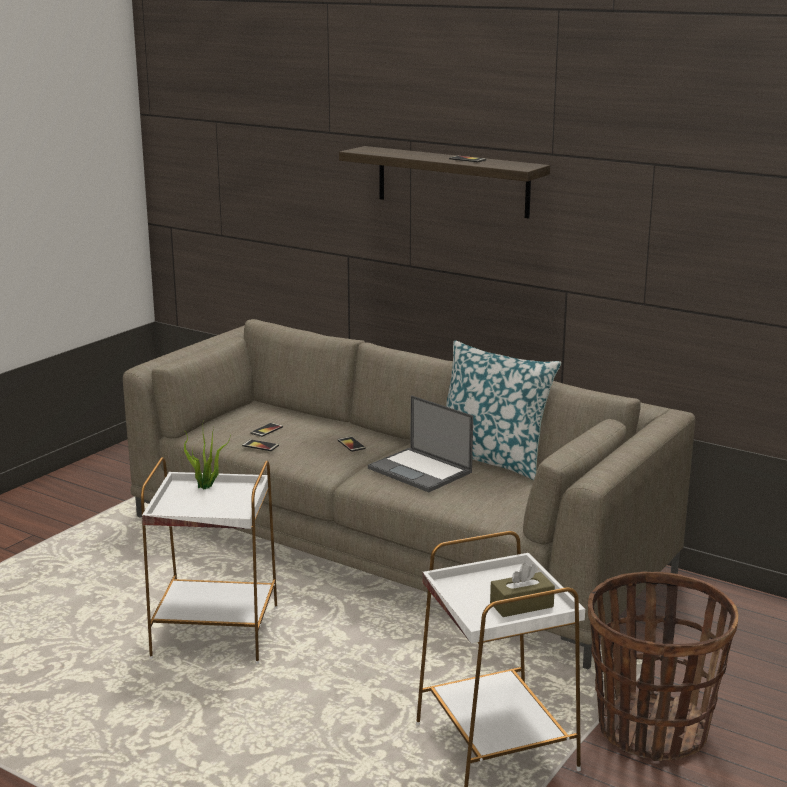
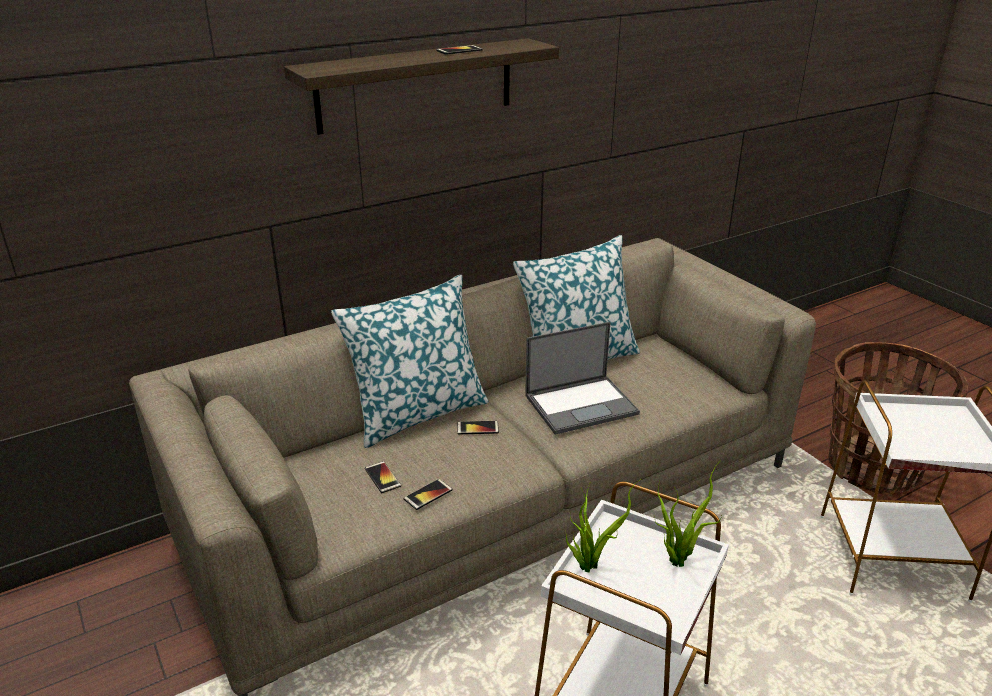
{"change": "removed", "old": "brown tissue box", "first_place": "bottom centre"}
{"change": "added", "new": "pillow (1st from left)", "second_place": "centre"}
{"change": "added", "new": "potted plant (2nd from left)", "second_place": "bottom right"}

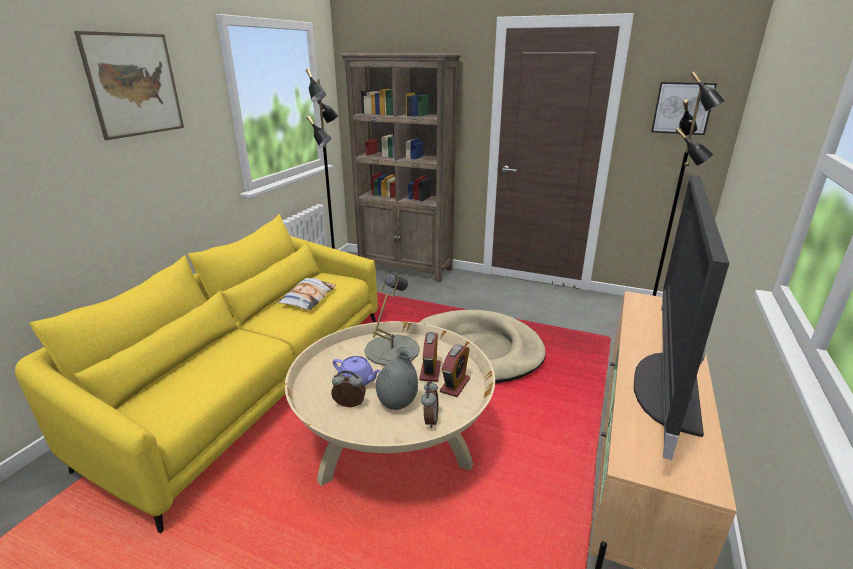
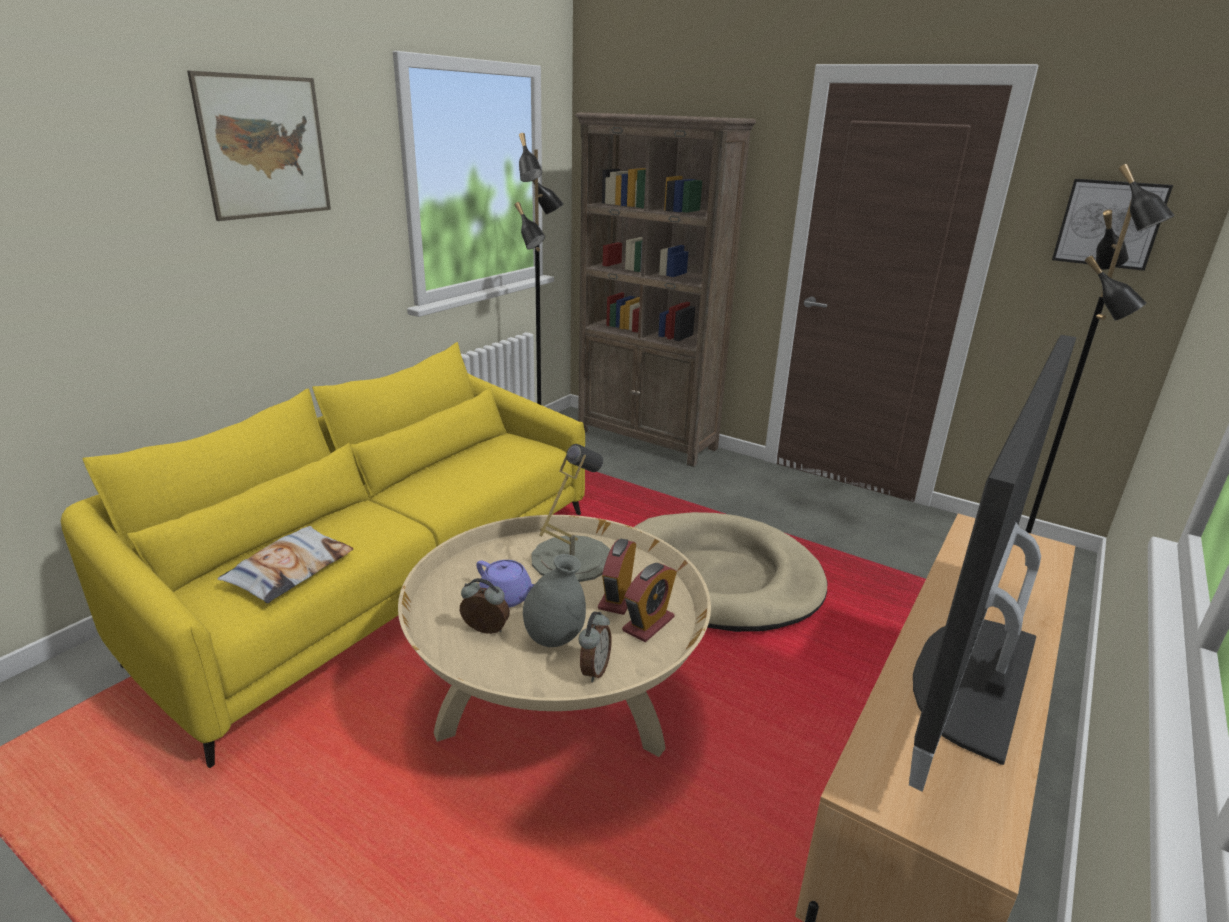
{"change": "moved", "old": "pillow", "first_place": "centre", "second_place": "middle left"}

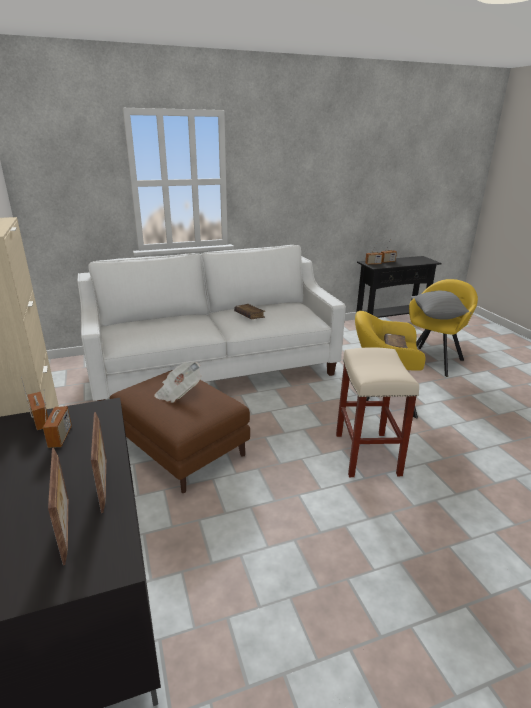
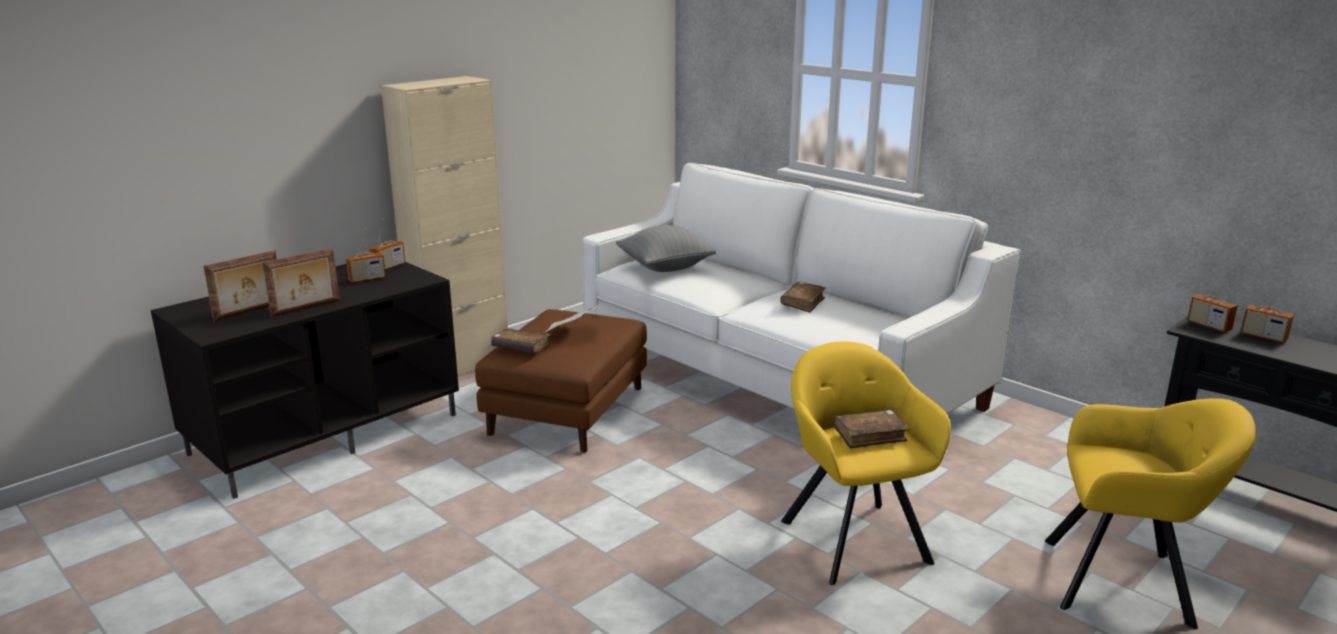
{"change": "removed", "old": "beige stool", "first_place": "middle right"}
{"change": "moved", "old": "grey pillow", "first_place": "middle right", "second_place": "centre"}
{"change": "added", "new": "brown book (1st from left)", "second_place": "centre"}

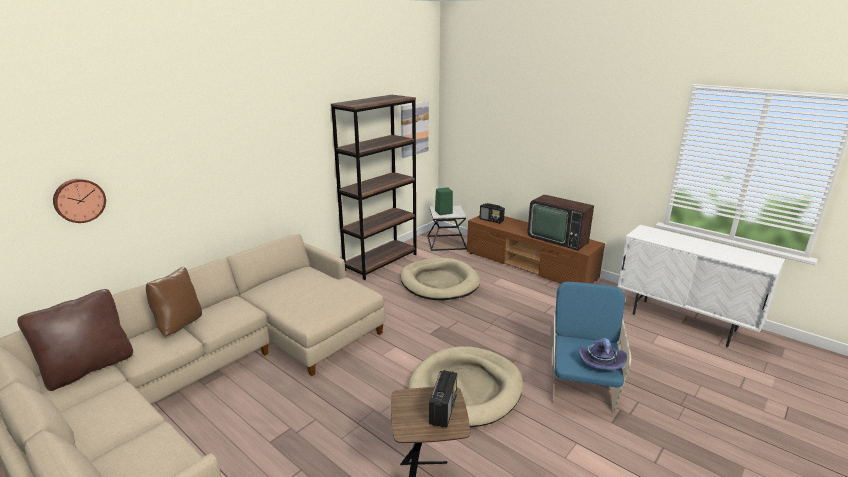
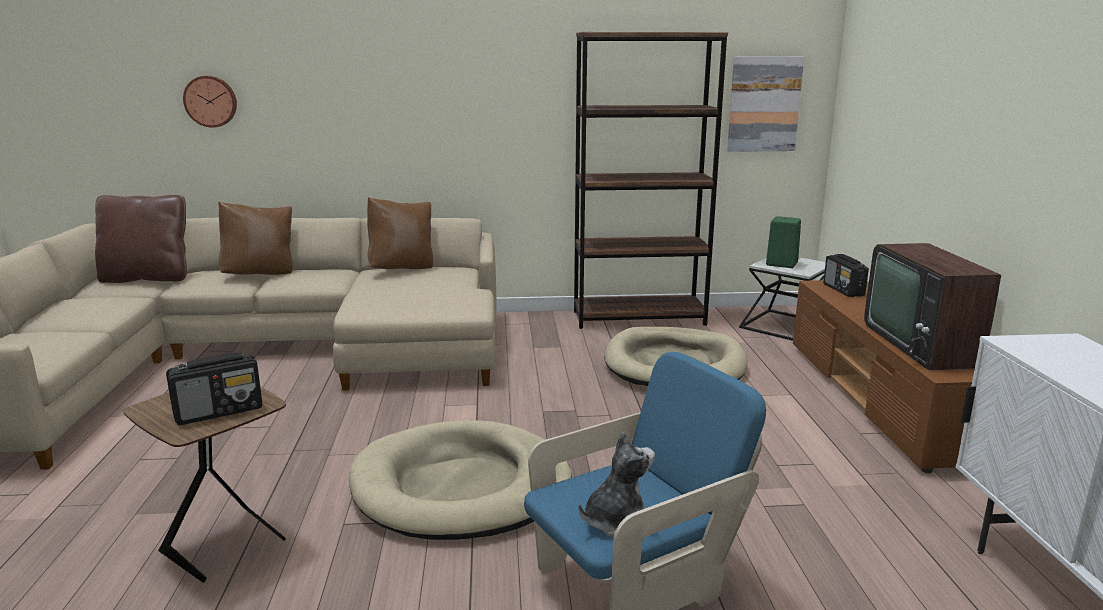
{"change": "replaced", "old": "purple hat", "new": "plush toy", "first_place": "bottom right", "second_place": "bottom centre"}
{"change": "added", "new": "brown pillow (3rd from left)", "second_place": "centre"}

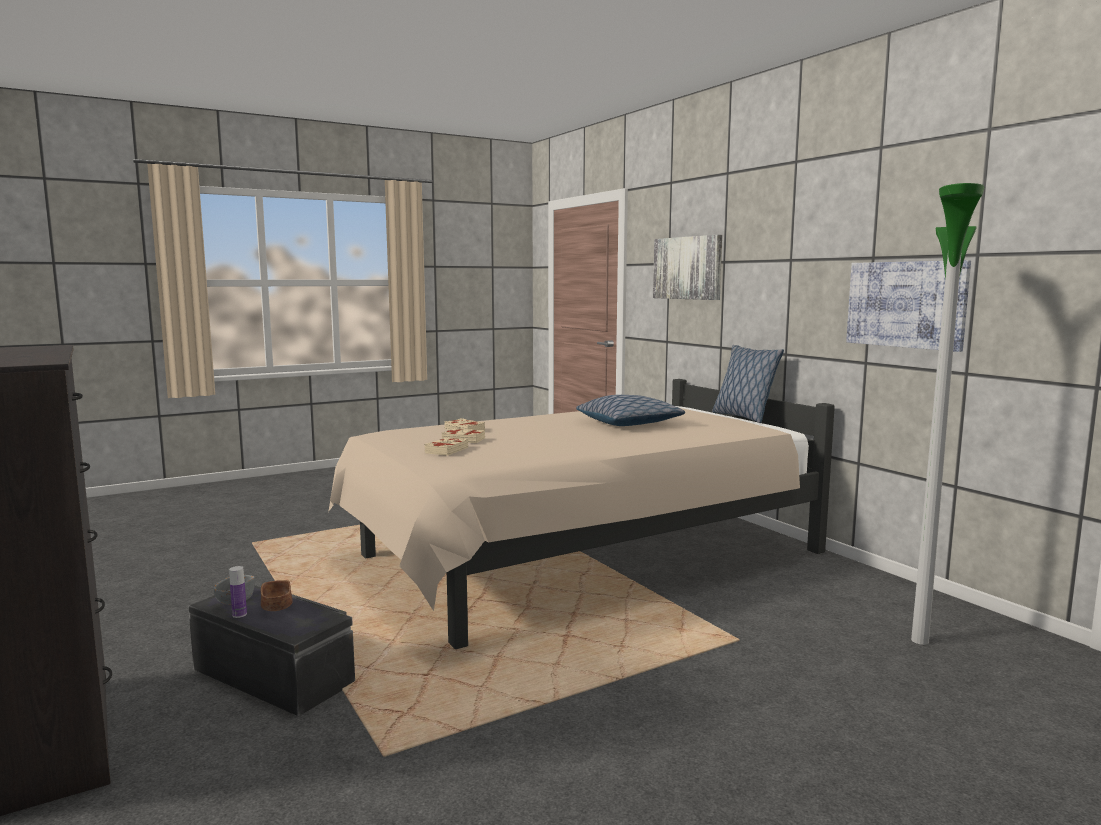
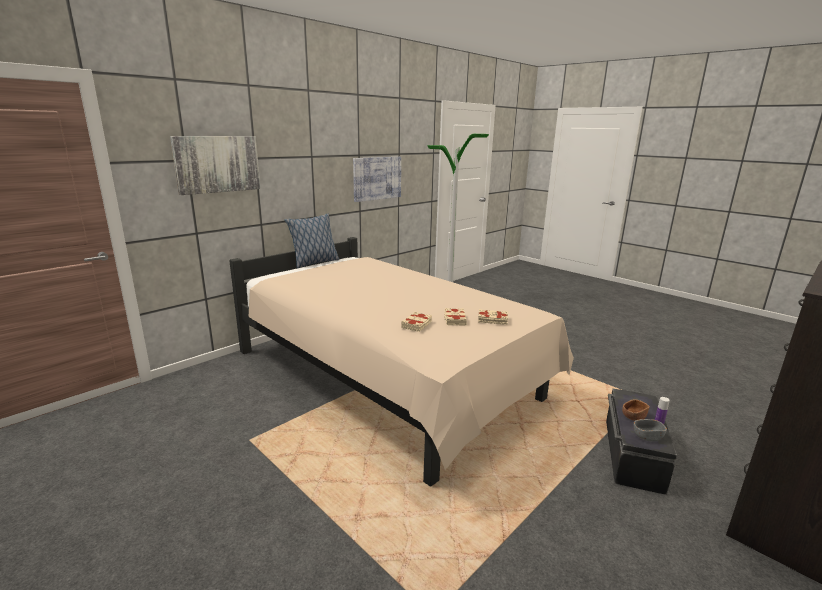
{"change": "removed", "old": "pillow (1st from left)", "first_place": "centre"}

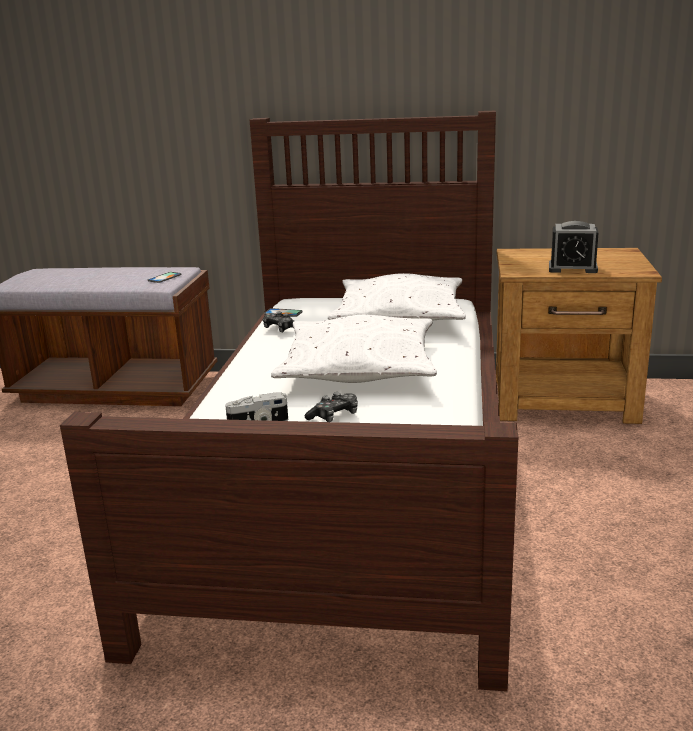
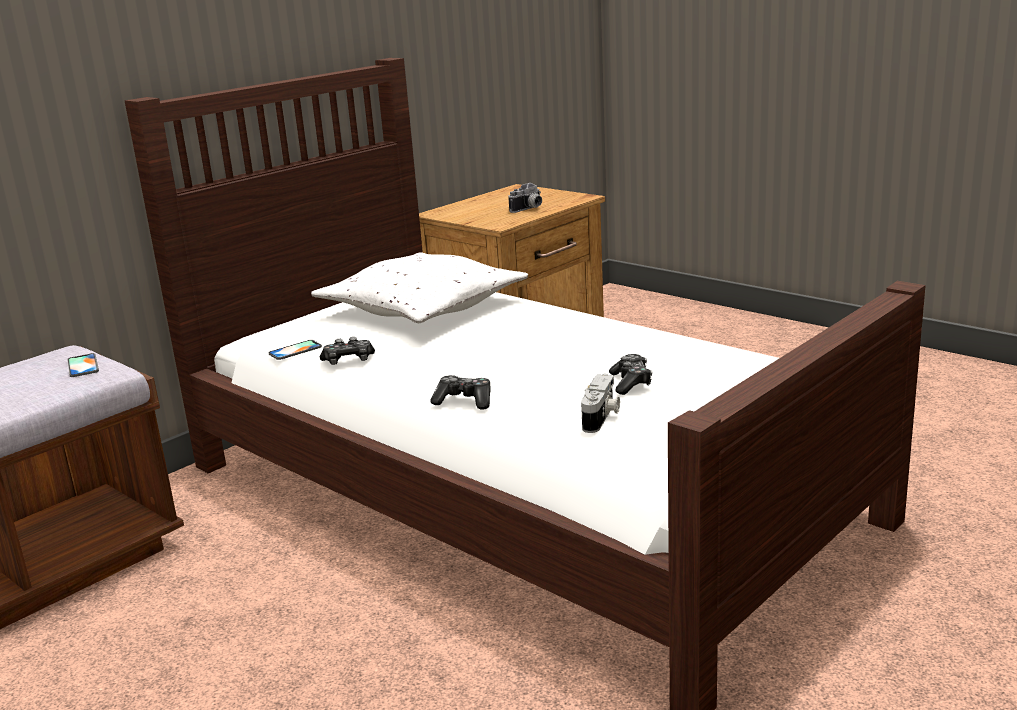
{"change": "removed", "old": "white pillow (1st from left)", "first_place": "centre"}
{"change": "replaced", "old": "alarm clock", "new": "photo camera (1st from left)", "first_place": "middle right", "second_place": "top centre"}
{"change": "added", "new": "game controller (2nd from left)", "second_place": "centre"}

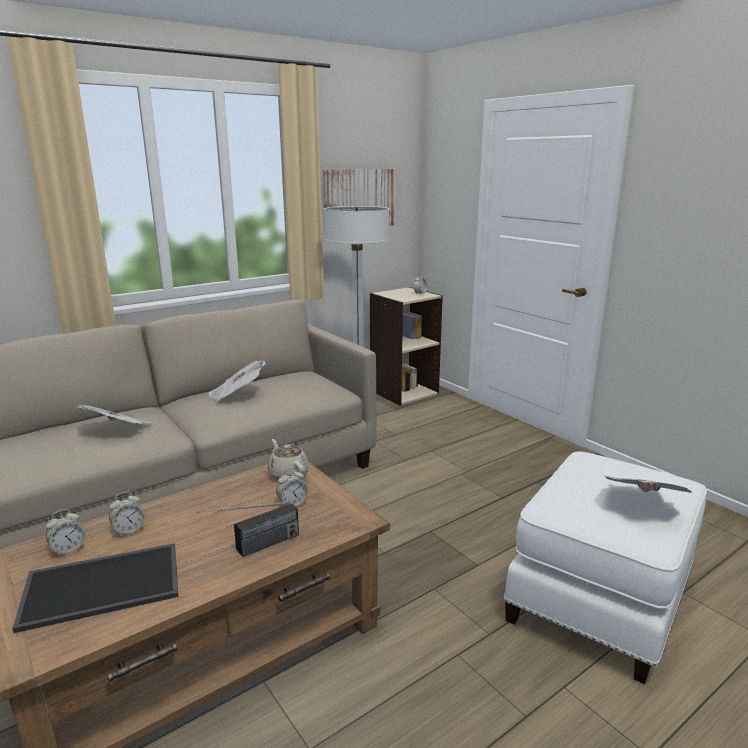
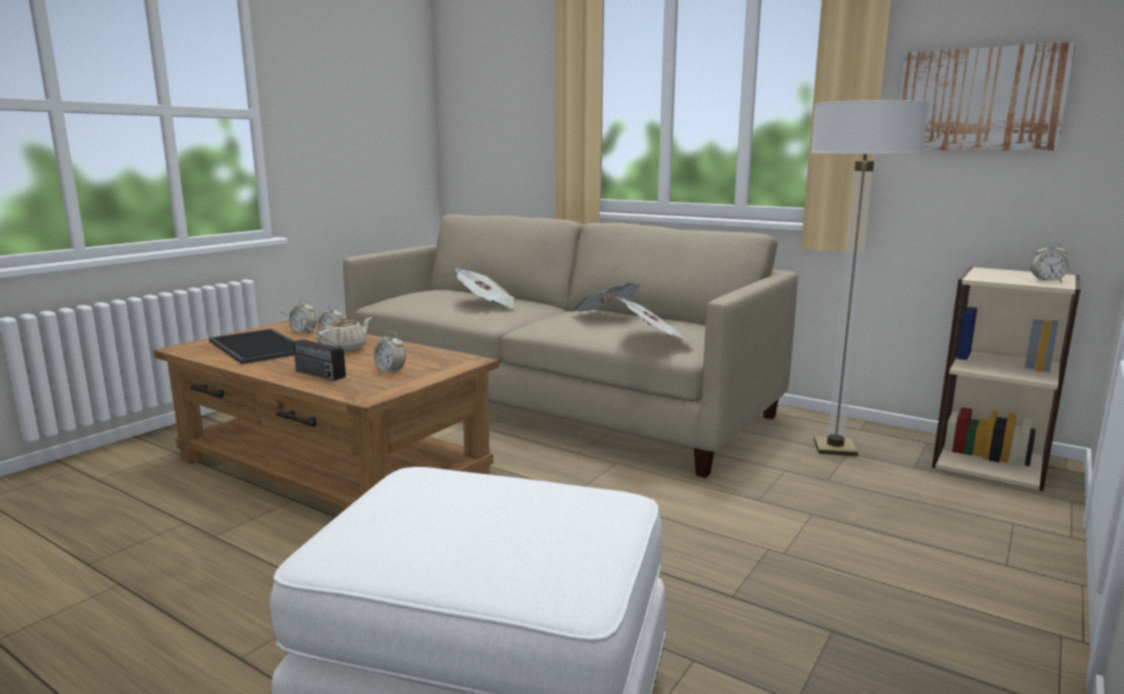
{"change": "moved", "old": "beige teapot", "first_place": "centre", "second_place": "middle left"}
{"change": "moved", "old": "newspaper (3rd from left)", "first_place": "middle right", "second_place": "centre"}

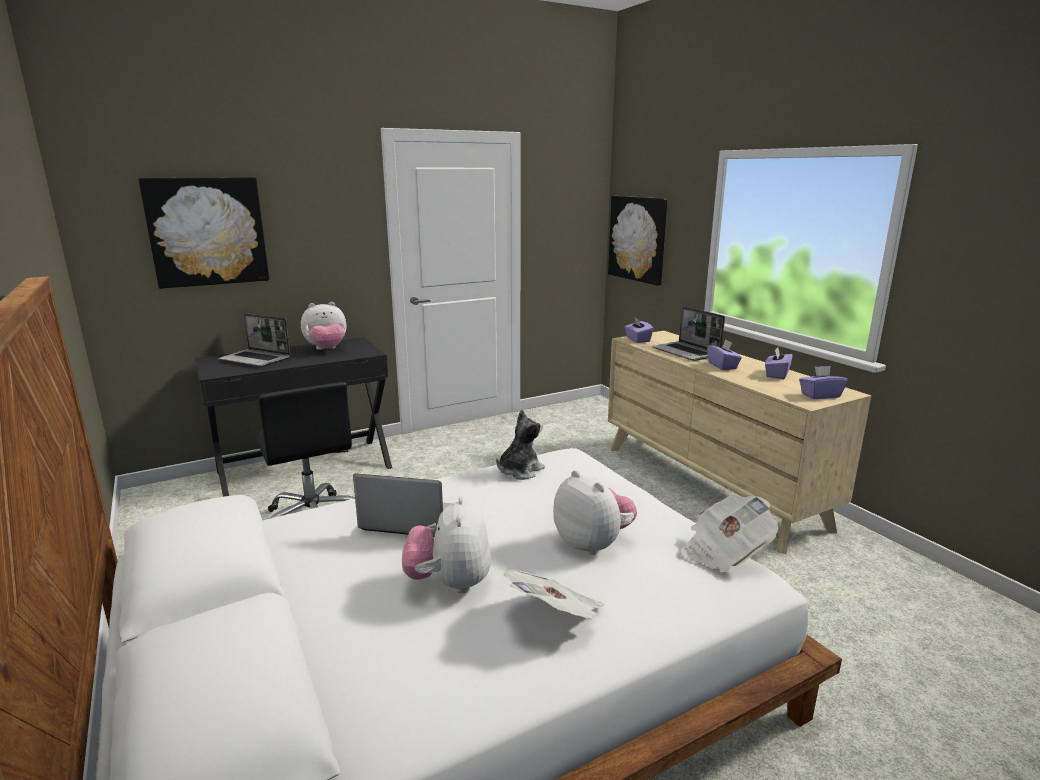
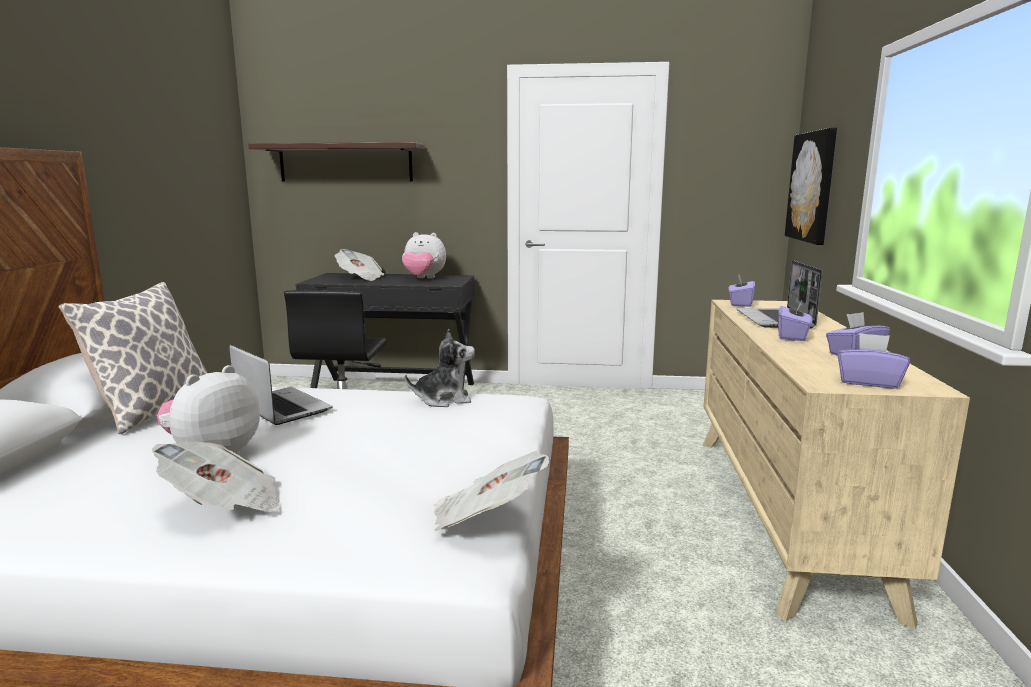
{"change": "replaced", "old": "picture (1st from left)", "new": "shelf", "first_place": "top left", "second_place": "top left"}
{"change": "replaced", "old": "laptop (1st from left)", "new": "newspaper (2nd from left)", "first_place": "middle left", "second_place": "centre"}
{"change": "removed", "old": "plush toy (4th from left)", "first_place": "centre"}
{"change": "added", "new": "pillow", "second_place": "middle left"}

